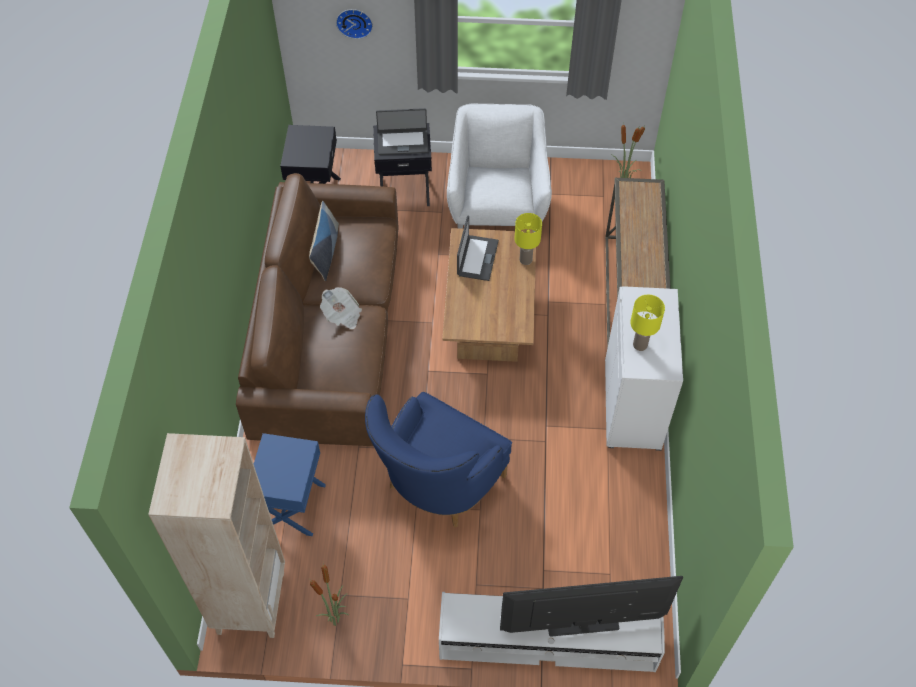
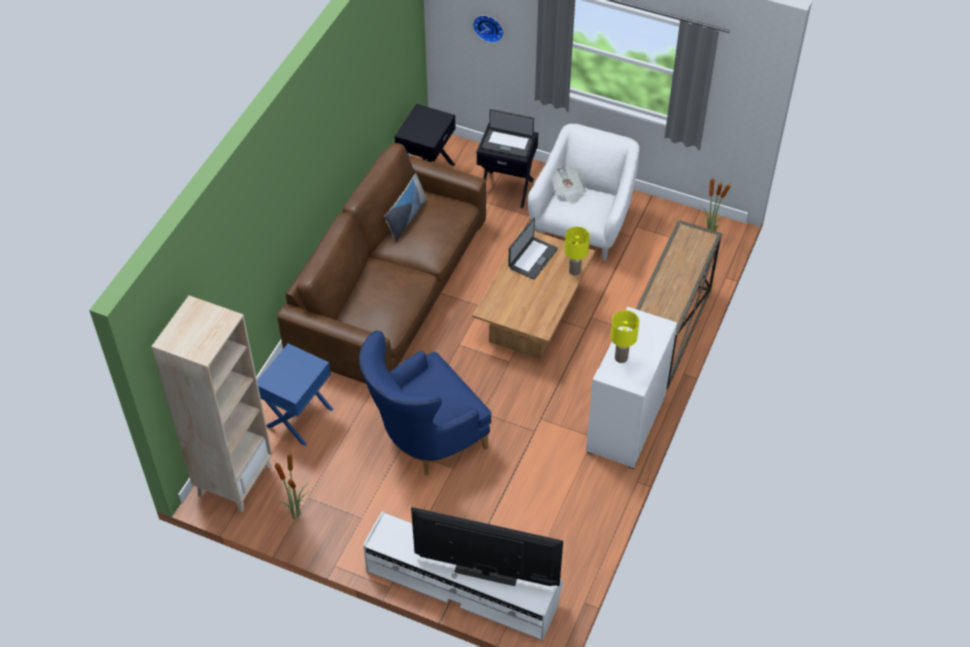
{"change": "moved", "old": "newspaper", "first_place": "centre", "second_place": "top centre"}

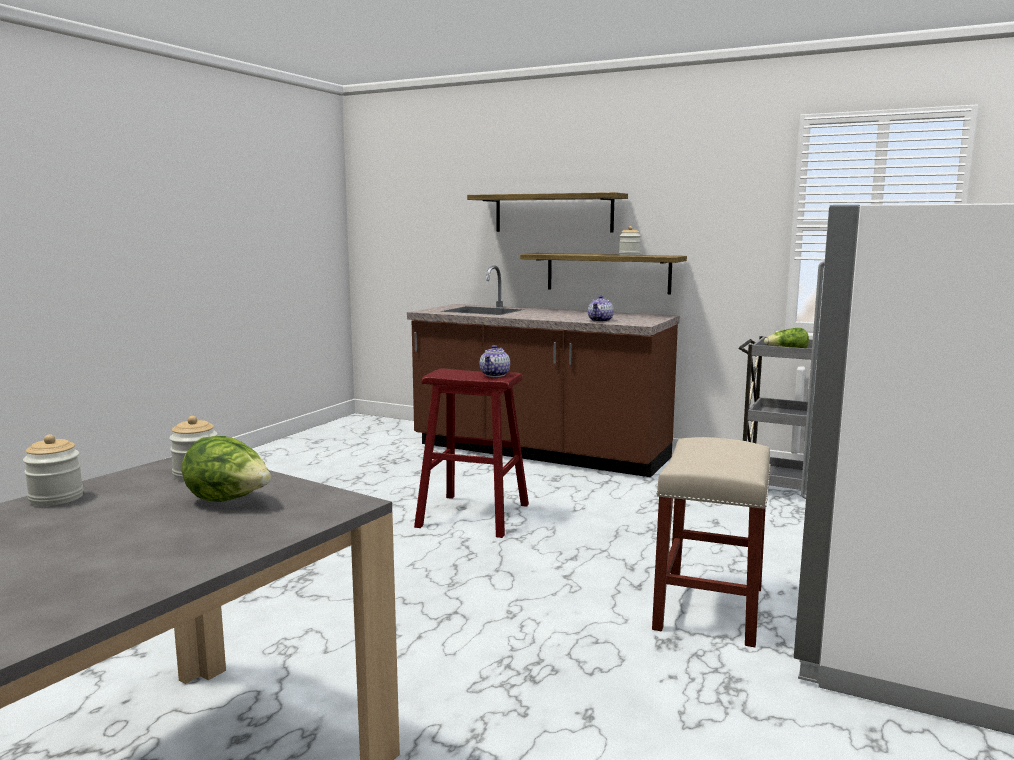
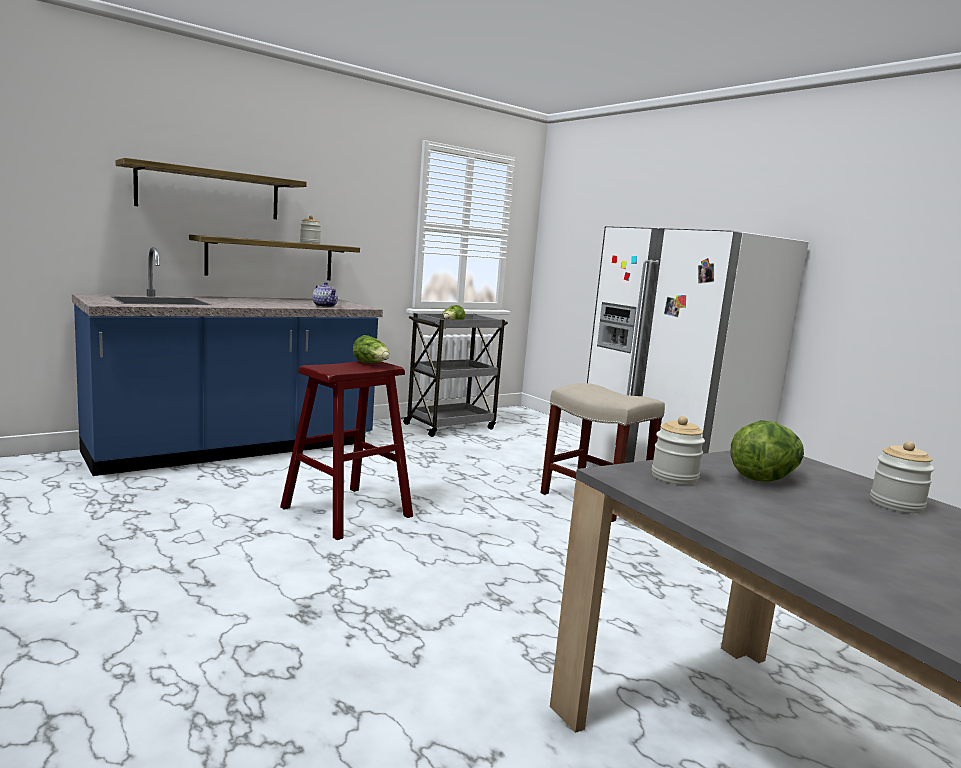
{"change": "moved", "old": "jar (1st from left in the first image)", "new": "jar (3rd from left)", "first_place": "middle left", "second_place": "middle right"}
{"change": "recoloured", "old": "brown counter", "new": "blue counter", "first_place": "centre", "second_place": "middle left"}
{"change": "replaced", "old": "teapot (1st from left)", "new": "lettuce (1st from left)", "first_place": "centre", "second_place": "centre"}

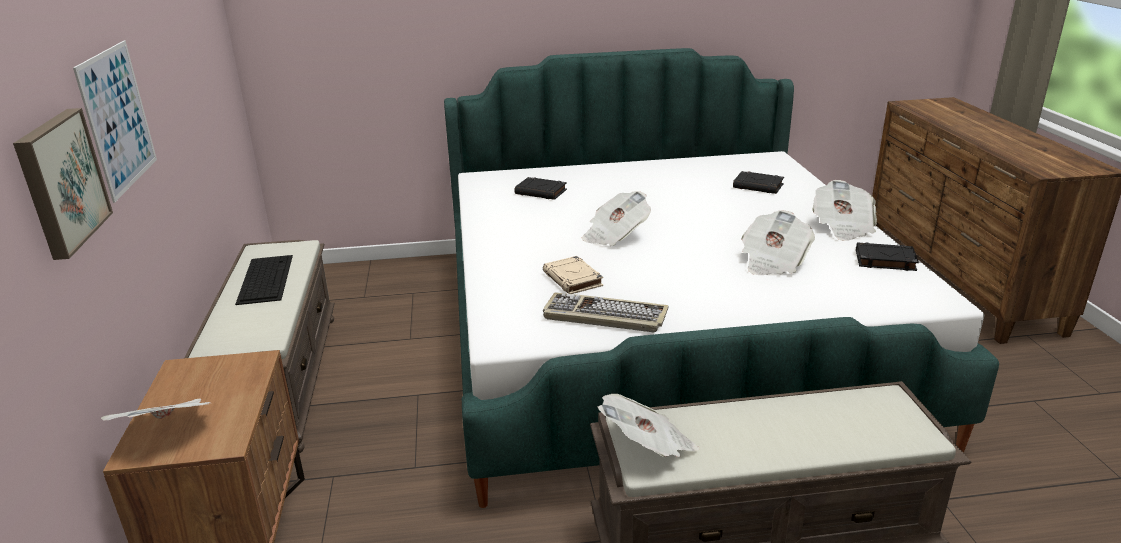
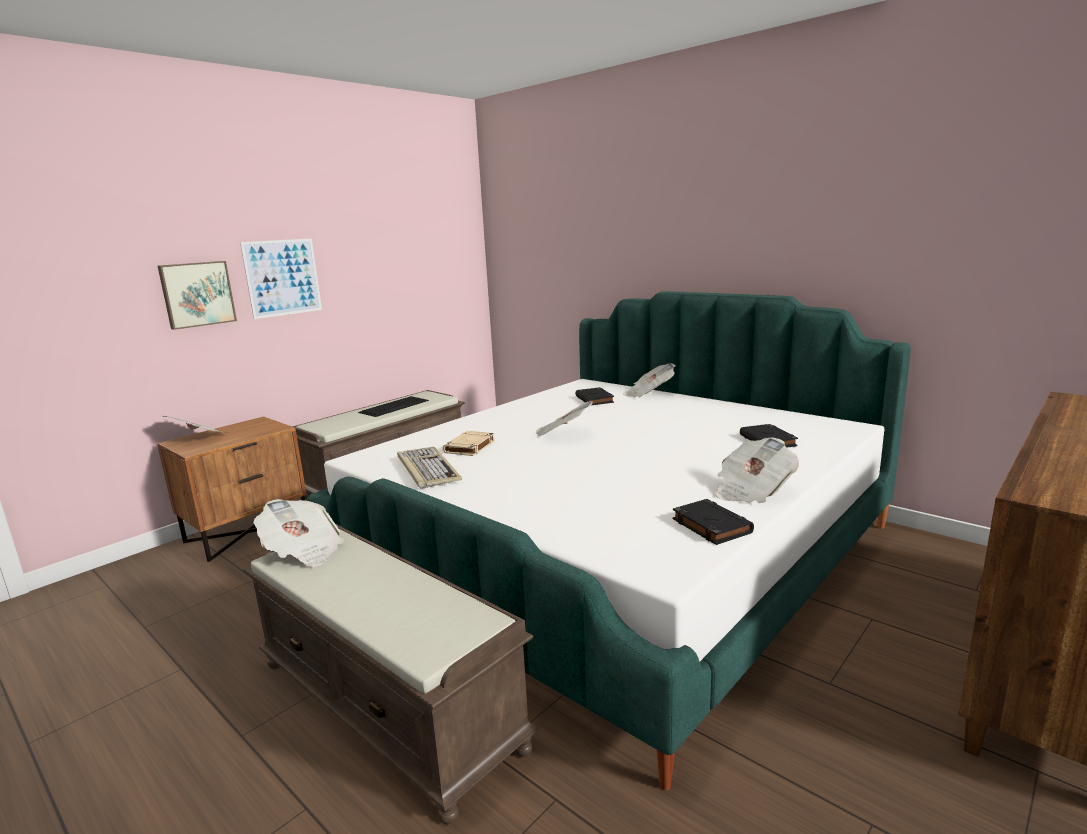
{"change": "moved", "old": "newspaper (4th from left)", "first_place": "middle right", "second_place": "centre"}

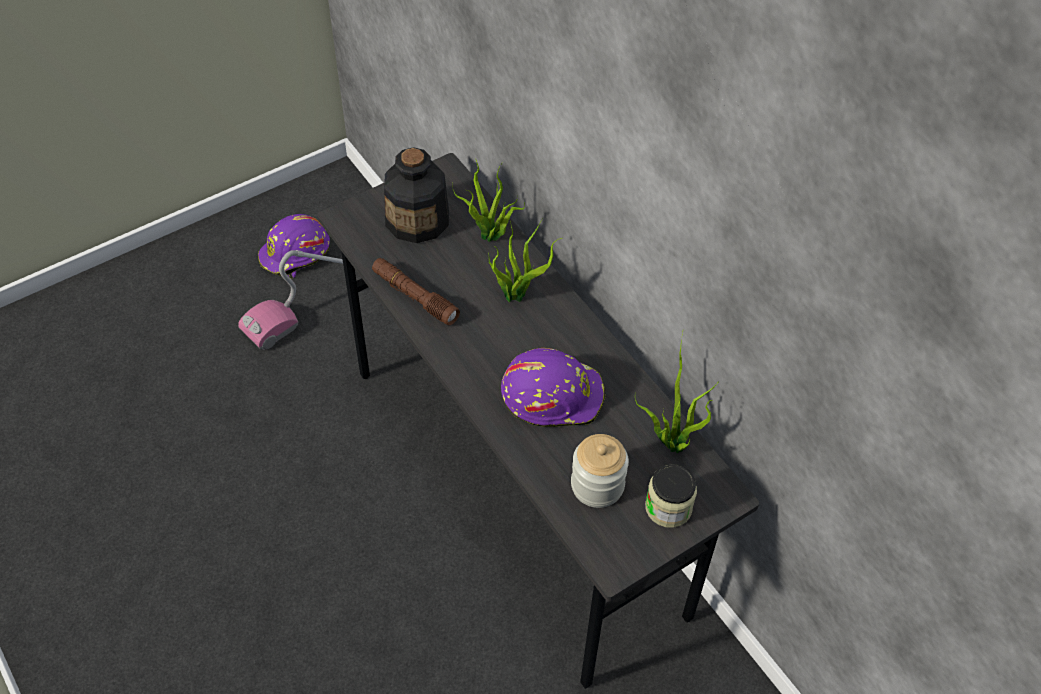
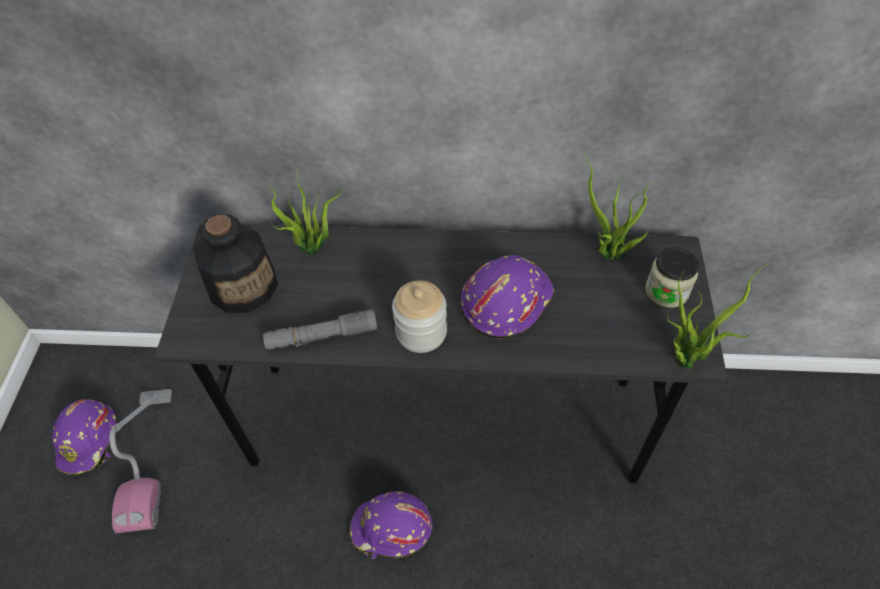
{"change": "recoloured", "old": "brown flashlight", "new": "grey flashlight", "first_place": "centre", "second_place": "centre"}
{"change": "moved", "old": "potted plant (2nd from left in the first image)", "new": "potted plant (3rd from left)", "first_place": "centre", "second_place": "middle right"}
{"change": "moved", "old": "jar (1st from left)", "first_place": "bottom centre", "second_place": "centre"}
{"change": "added", "new": "purple hard hat (2nd from left)", "second_place": "bottom centre"}

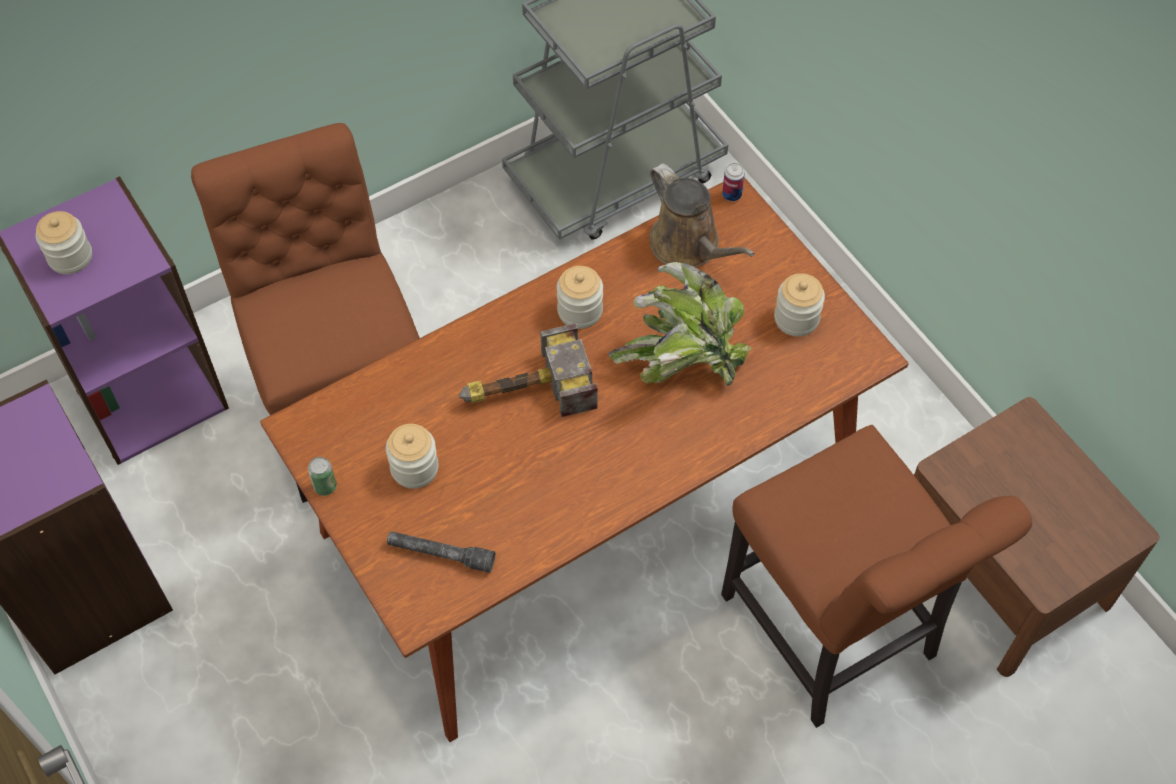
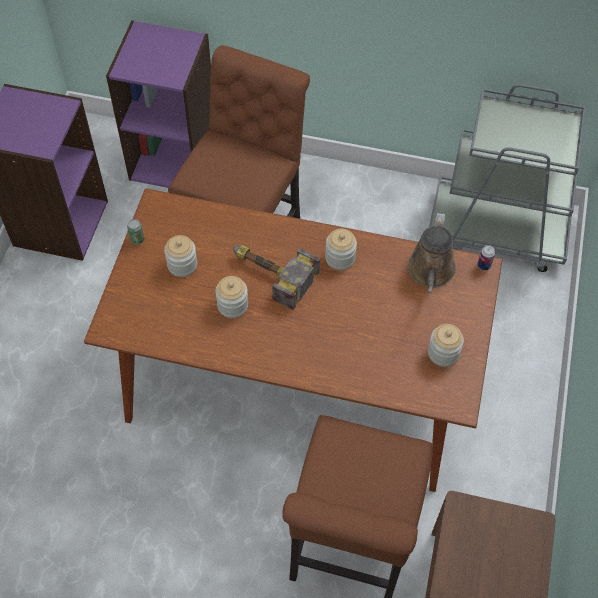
{"change": "moved", "old": "jar (1st from left in the first image)", "new": "jar (2nd from left)", "first_place": "top left", "second_place": "centre"}
{"change": "removed", "old": "grey flashlight", "first_place": "bottom centre"}
{"change": "removed", "old": "potted plant", "first_place": "centre"}

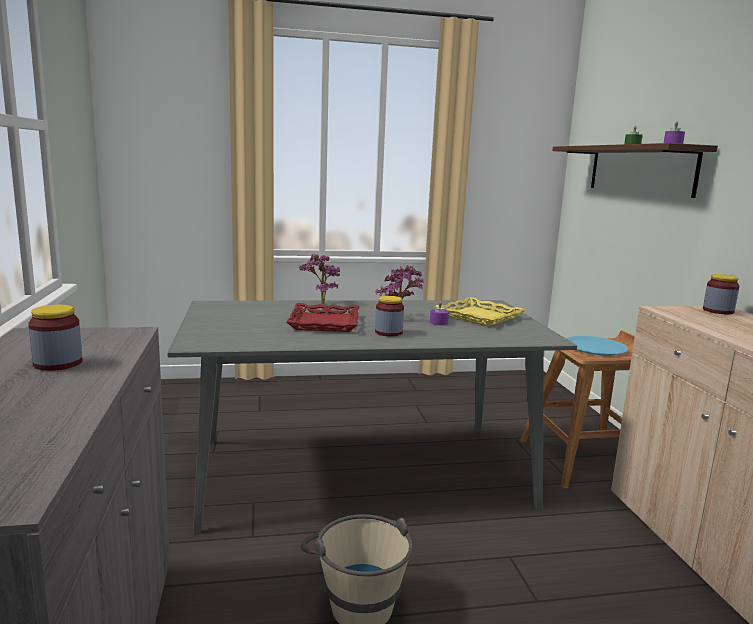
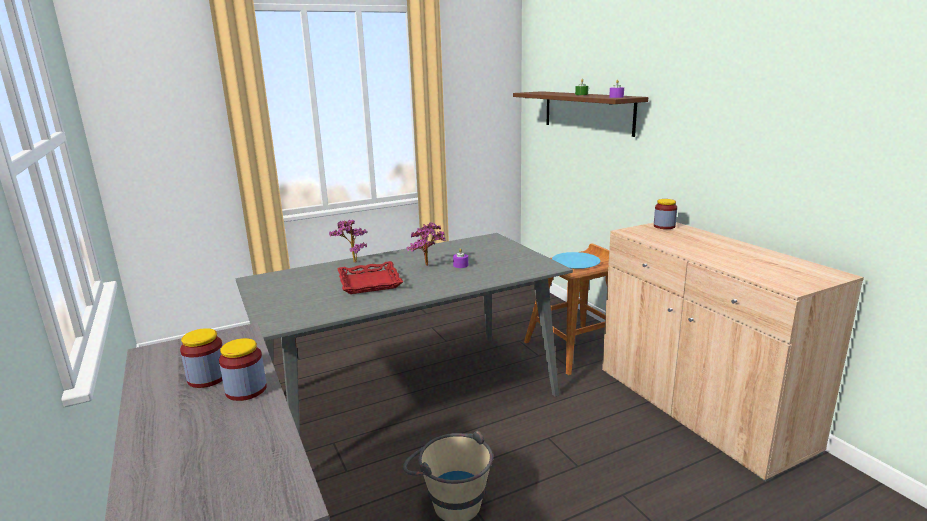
{"change": "moved", "old": "jar (2nd from left)", "first_place": "centre", "second_place": "bottom left"}
{"change": "removed", "old": "yellow tray", "first_place": "centre"}

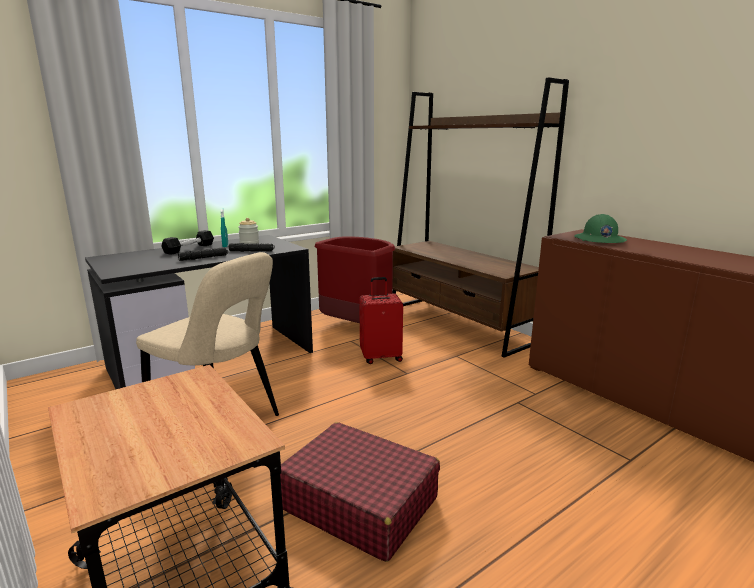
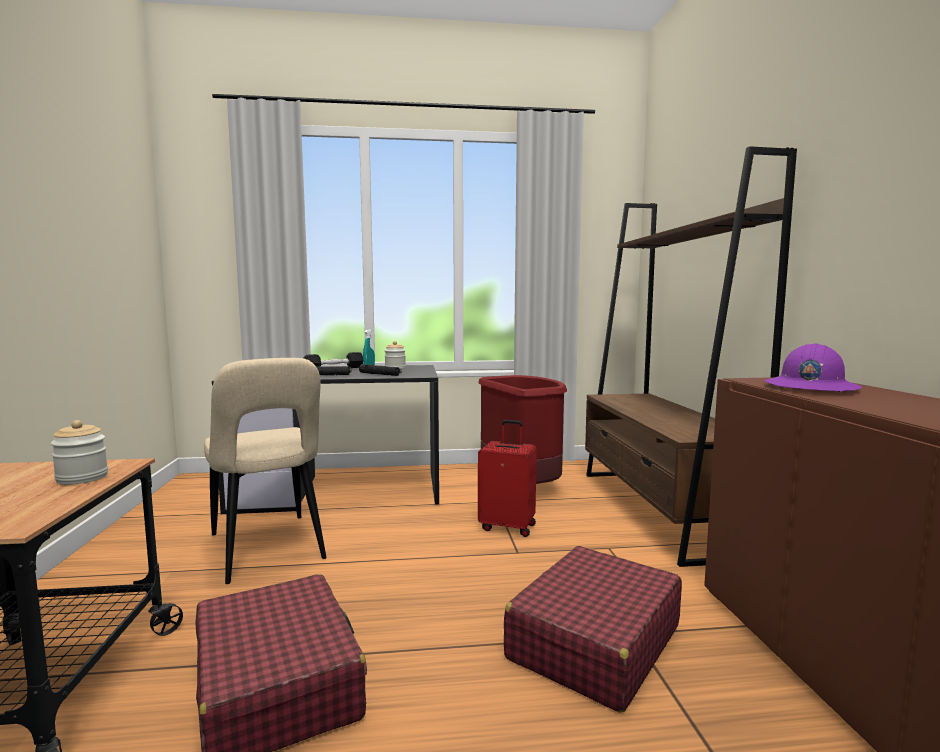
{"change": "recoloured", "old": "green hard hat", "new": "purple hard hat", "first_place": "middle right", "second_place": "middle right"}
{"change": "added", "new": "jar (1st from left)", "second_place": "middle left"}
{"change": "added", "new": "red suitcase (3rd from left)", "second_place": "bottom centre"}

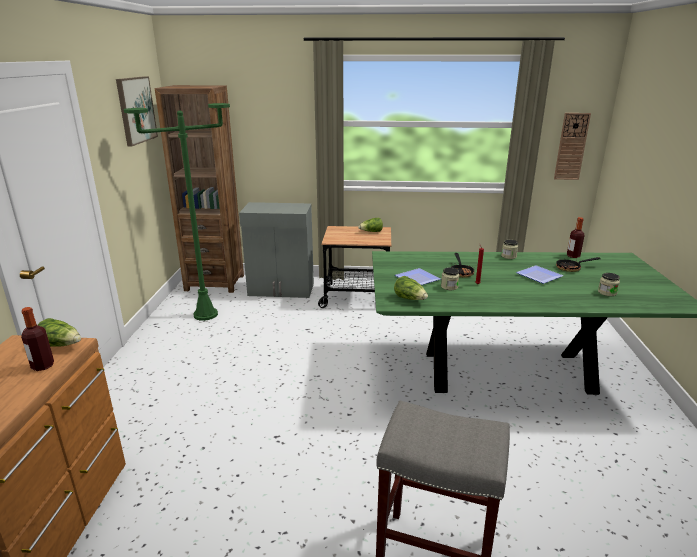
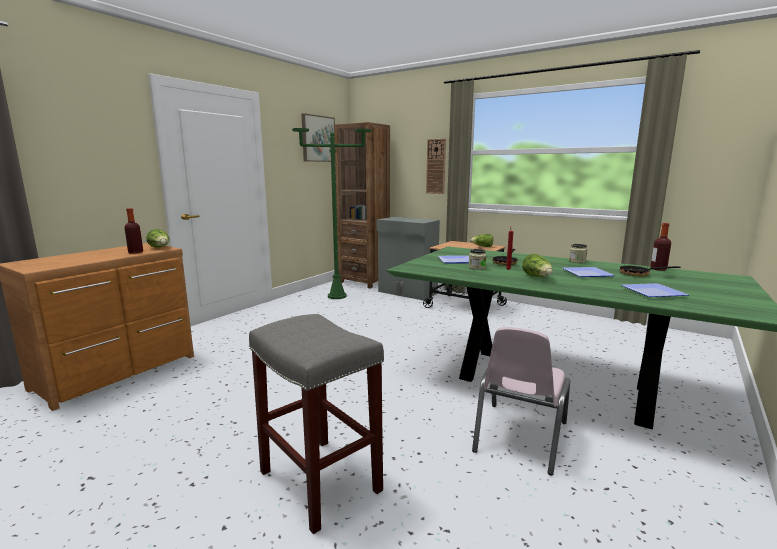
{"change": "moved", "old": "lettuce (3rd from left)", "first_place": "centre", "second_place": "middle right"}
{"change": "moved", "old": "wall clock", "first_place": "top right", "second_place": "top centre"}
{"change": "replaced", "old": "jar (3rd from left)", "new": "plate (3rd from left)", "first_place": "middle right", "second_place": "middle right"}
{"change": "added", "new": "pink chair", "second_place": "bottom right"}

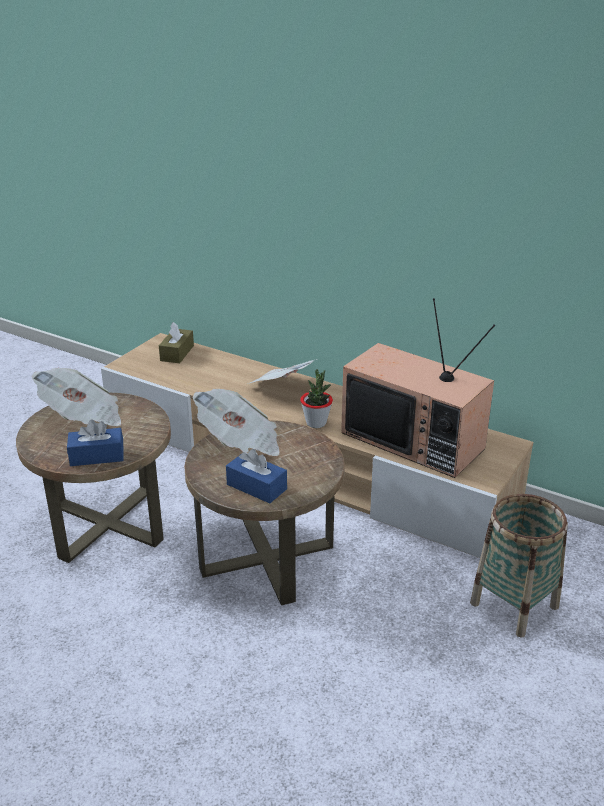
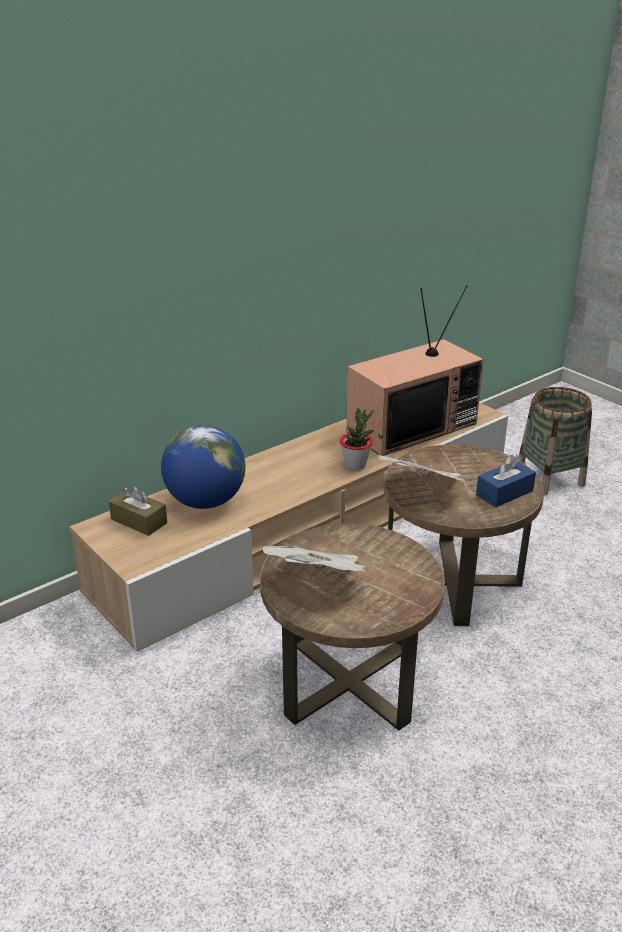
{"change": "removed", "old": "blue tissue box (1st from left)", "first_place": "middle left"}
{"change": "removed", "old": "newspaper (3rd from left)", "first_place": "centre"}
{"change": "added", "new": "globe", "second_place": "middle left"}

